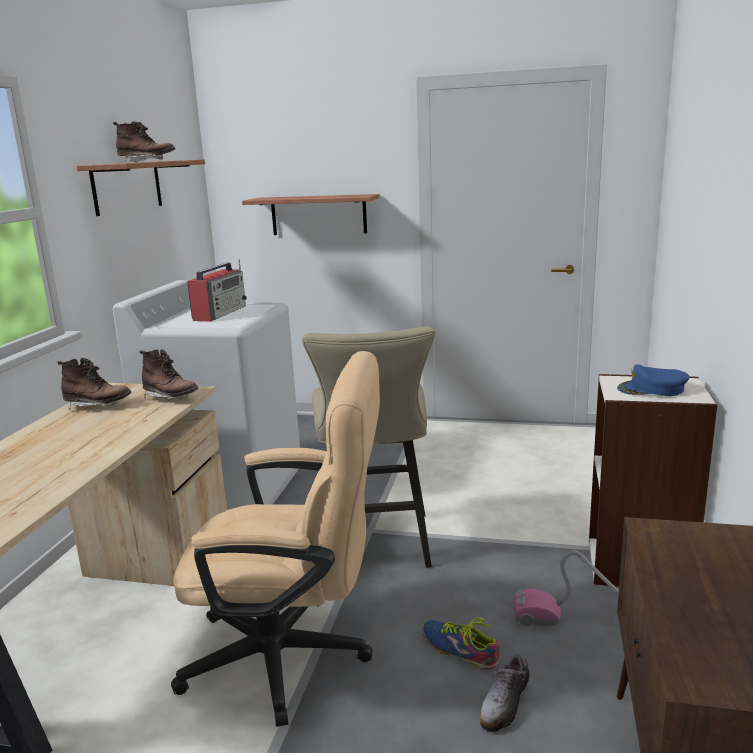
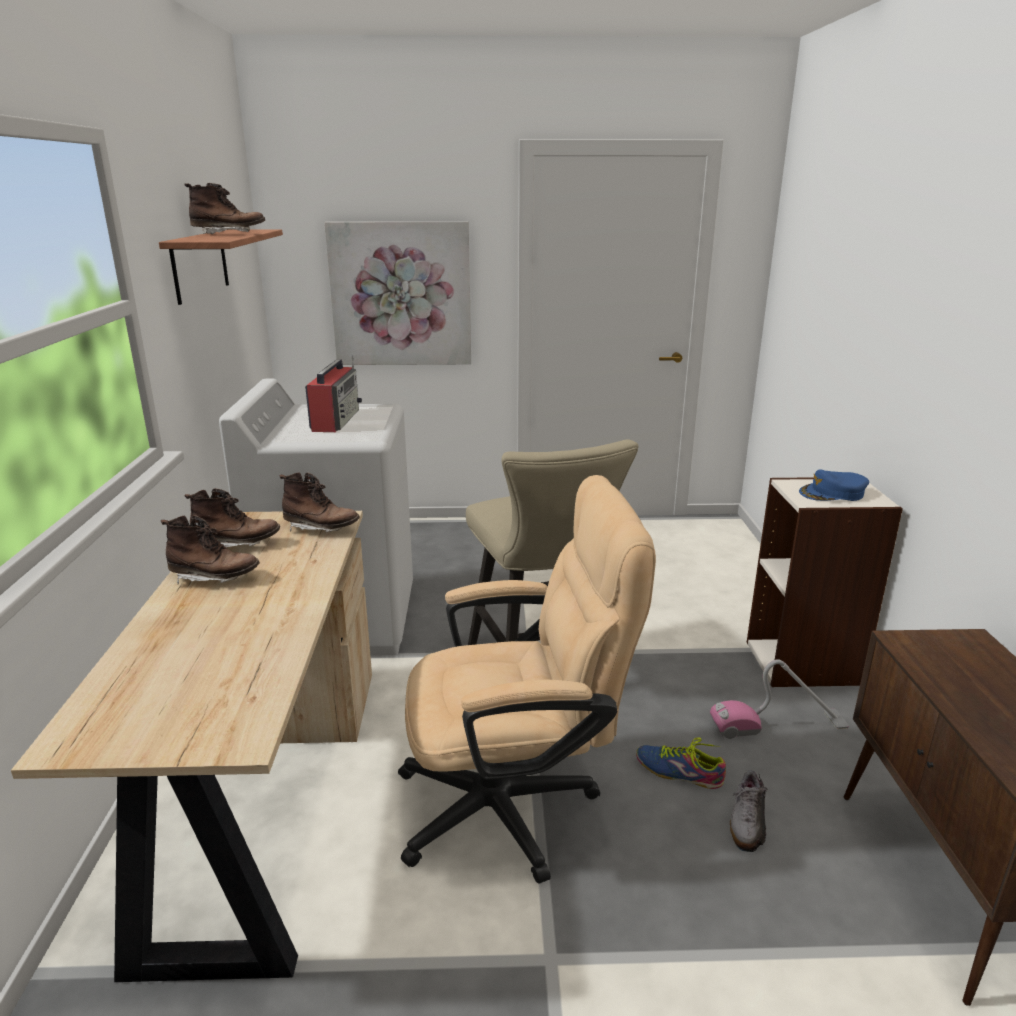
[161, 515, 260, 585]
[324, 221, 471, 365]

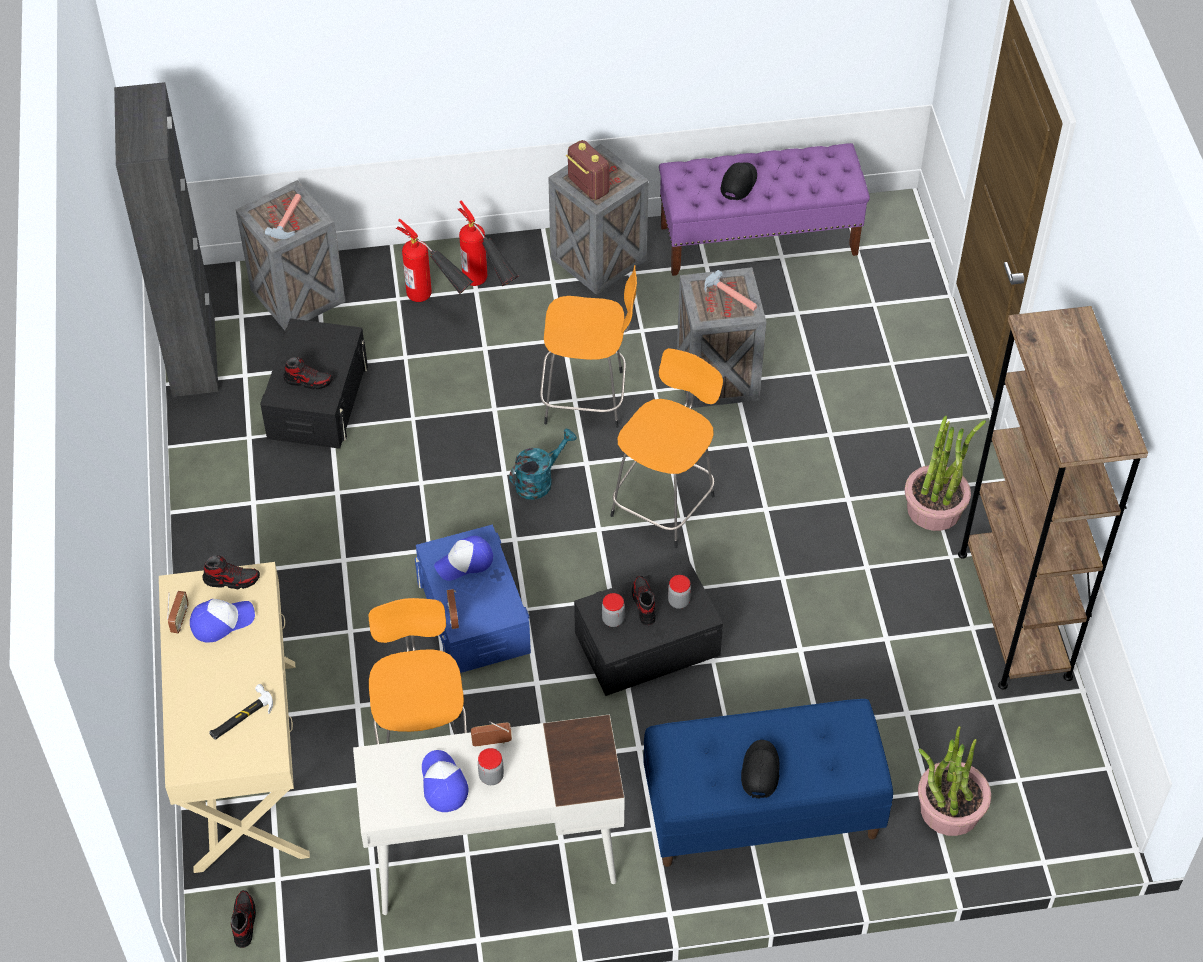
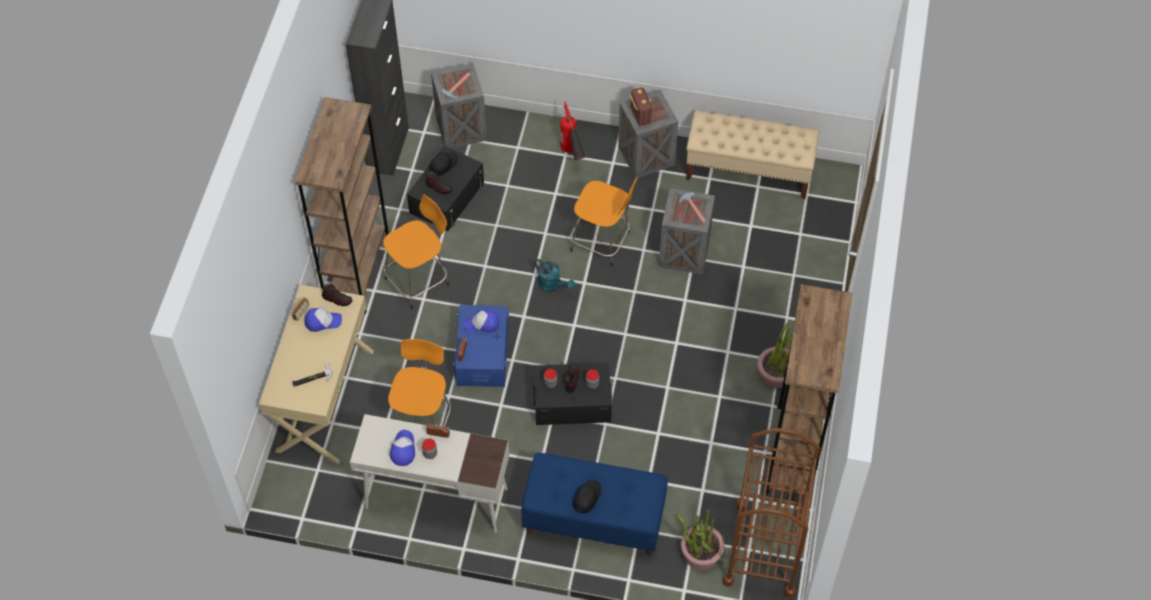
[294, 97, 389, 314]
[383, 195, 449, 309]
[429, 152, 458, 176]
[534, 259, 575, 292]
[686, 110, 820, 199]
[723, 428, 820, 598]
[231, 890, 256, 948] (first image)
[396, 219, 473, 302] (first image)

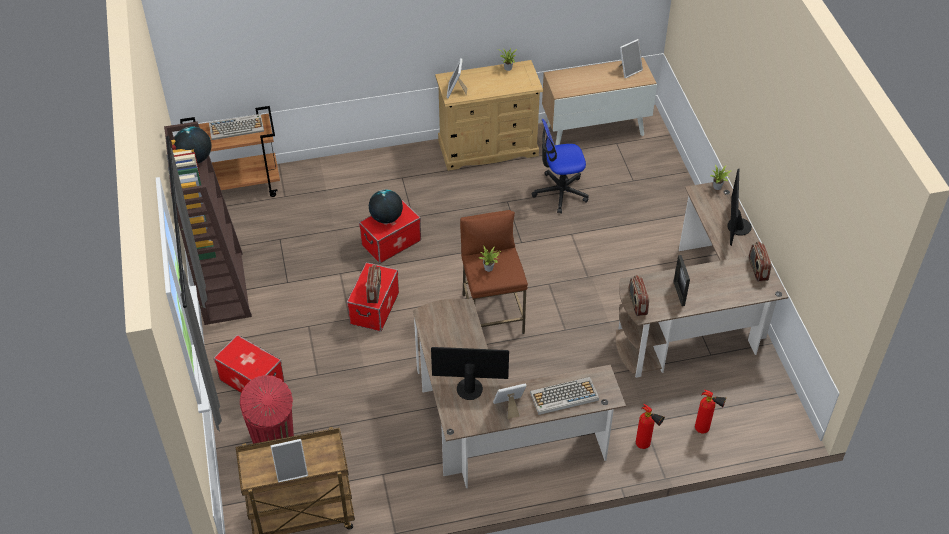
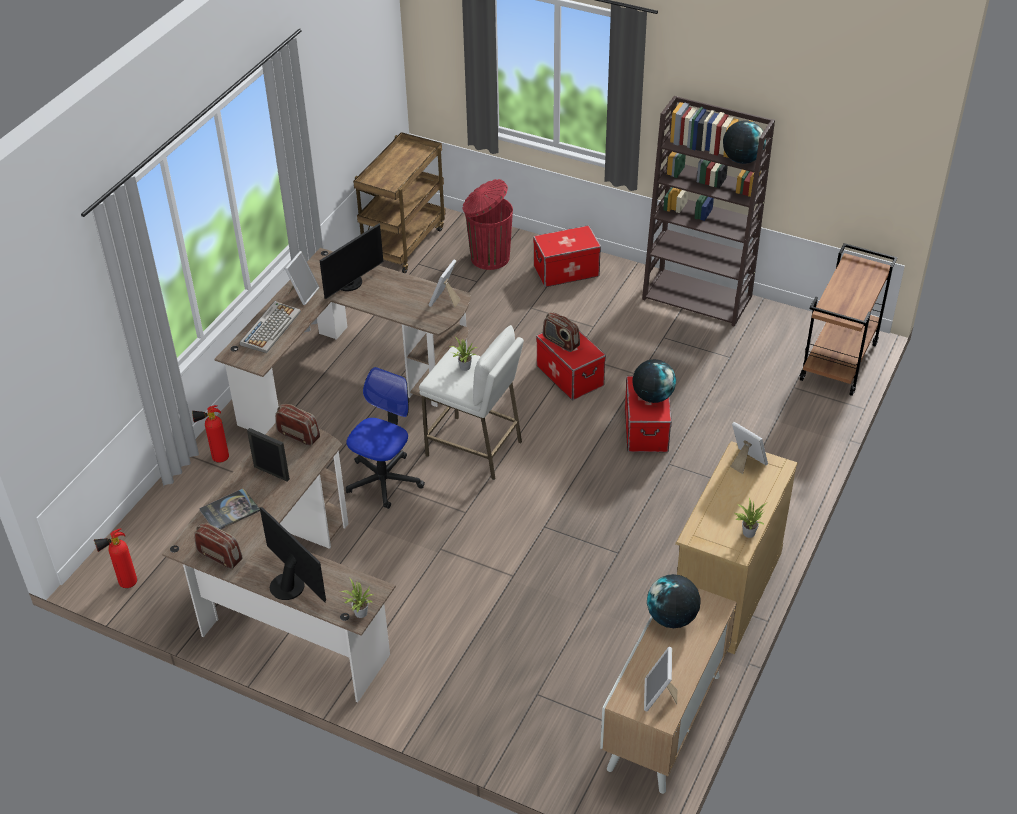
[94, 529, 137, 588]
[199, 488, 260, 530]
[346, 367, 425, 509]
[419, 325, 524, 480]
[429, 259, 461, 308]
[647, 574, 701, 628]
[209, 114, 264, 140] (first image)

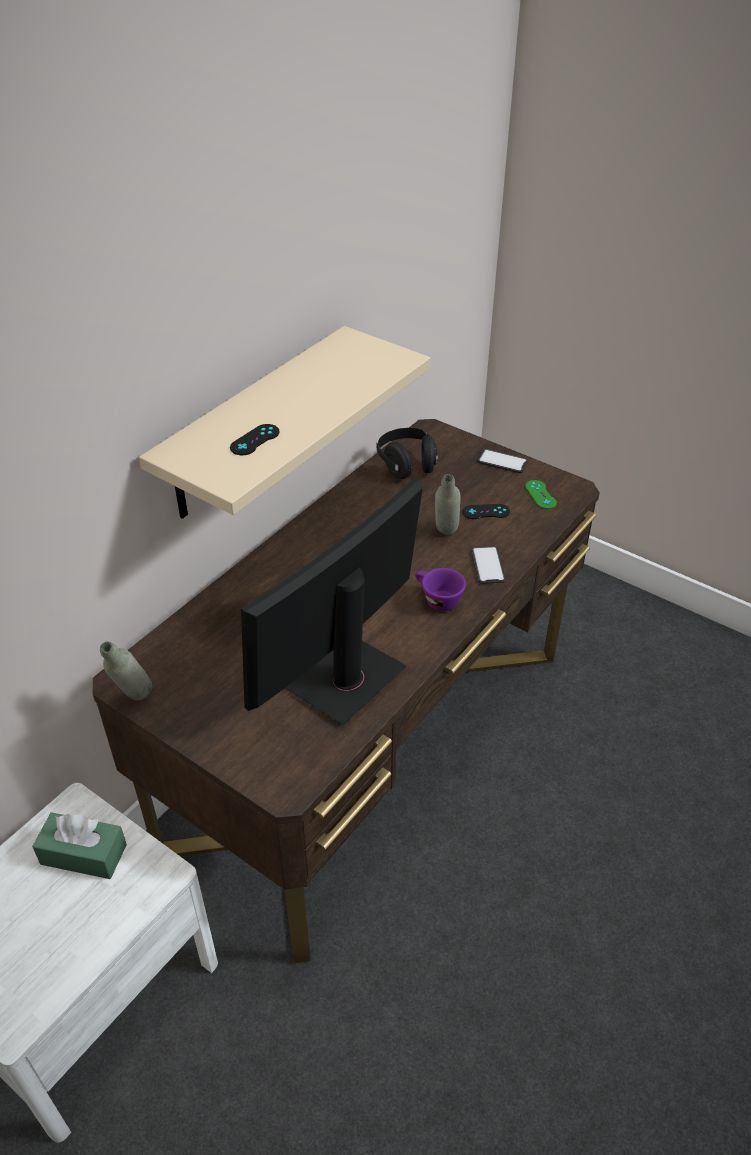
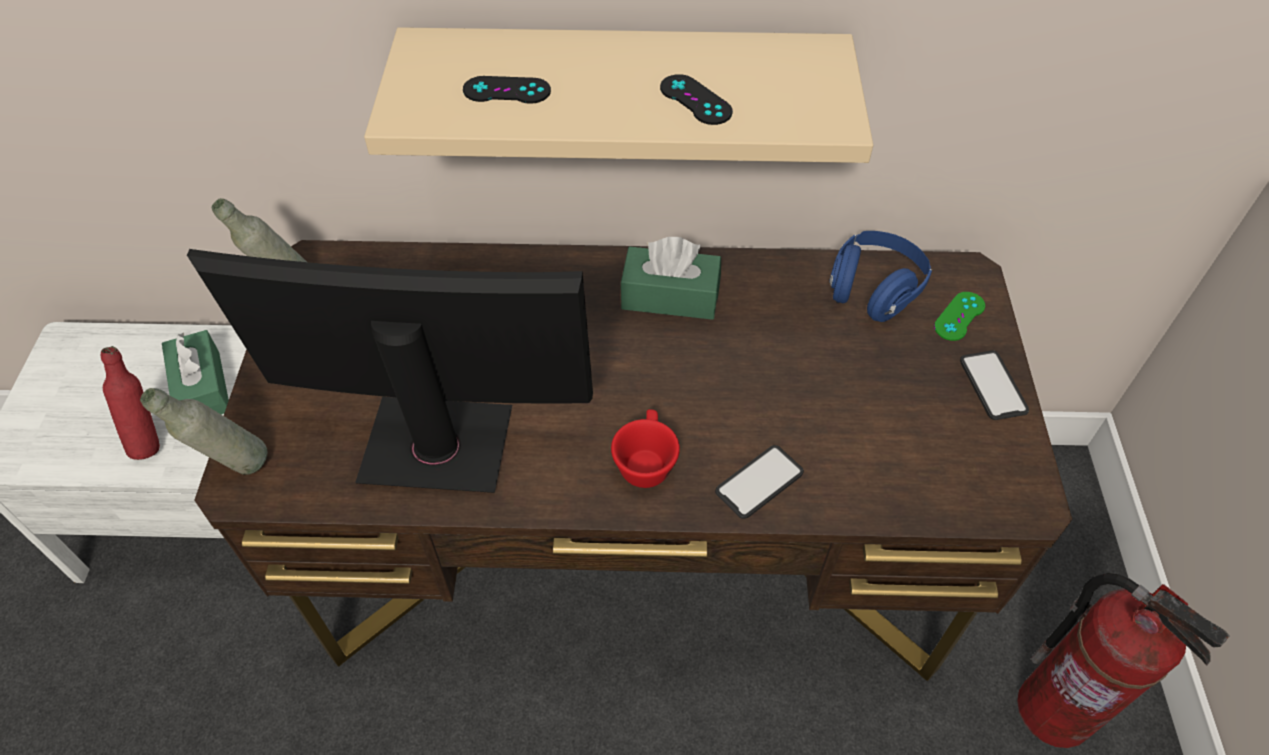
[101, 346, 160, 460]
[140, 388, 268, 475]
[611, 409, 680, 488]
[620, 237, 721, 320]
[660, 74, 733, 125]
[829, 231, 932, 322]
[934, 292, 985, 341]
[1017, 573, 1230, 748]

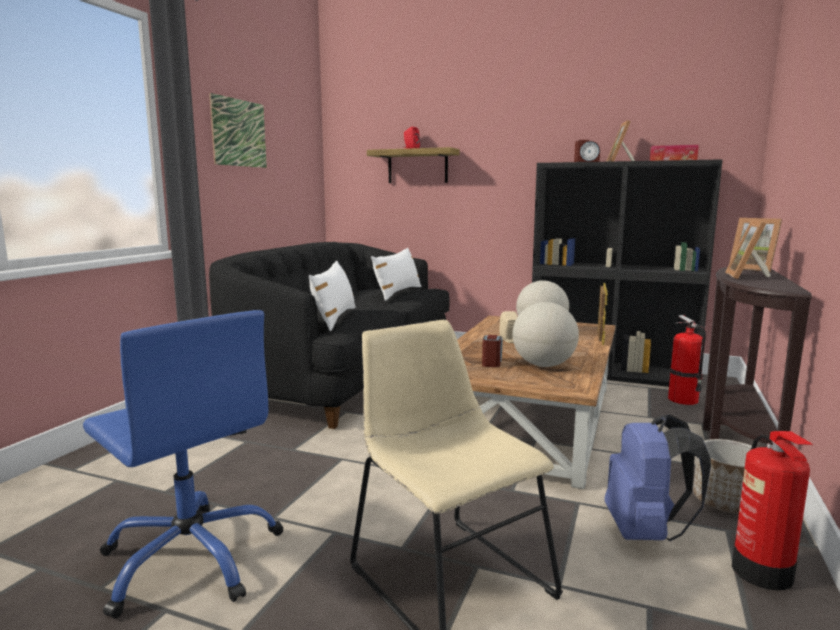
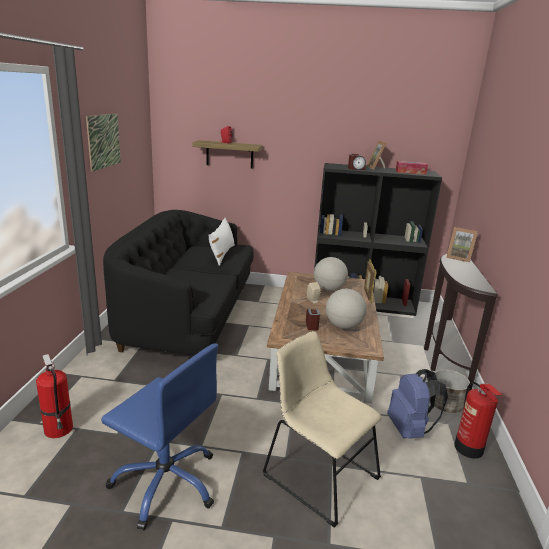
[36, 354, 73, 438]
[309, 261, 356, 331] (first image)
[725, 220, 771, 279] (first image)

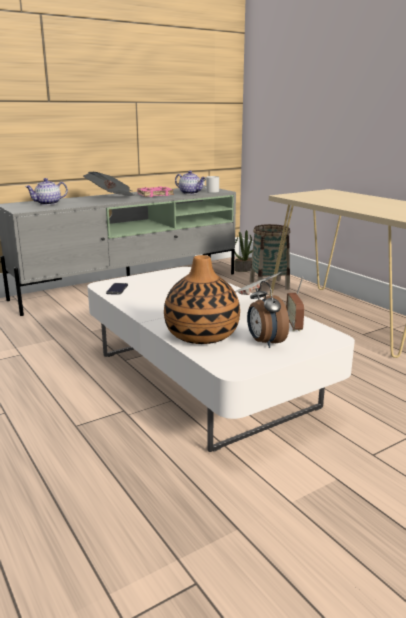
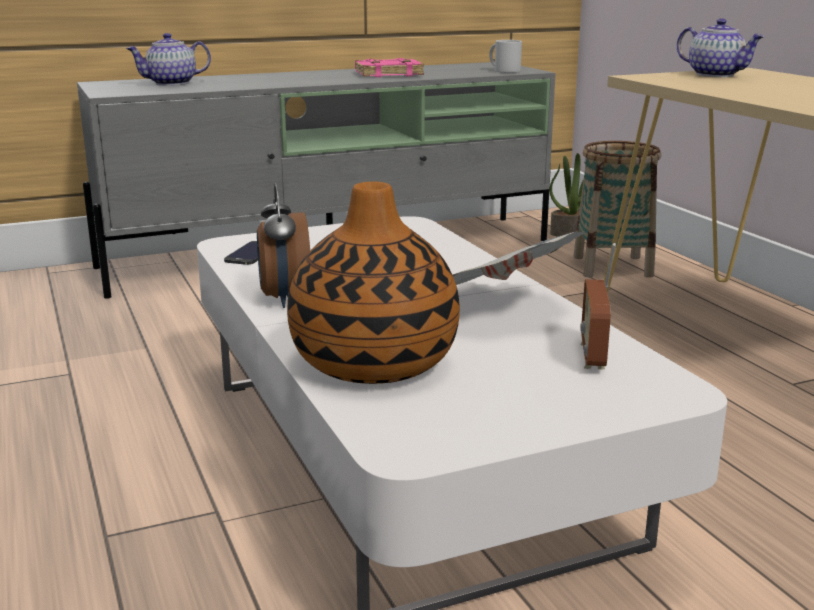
[257, 183, 310, 308]
[677, 18, 765, 77]
[83, 172, 134, 196] (first image)

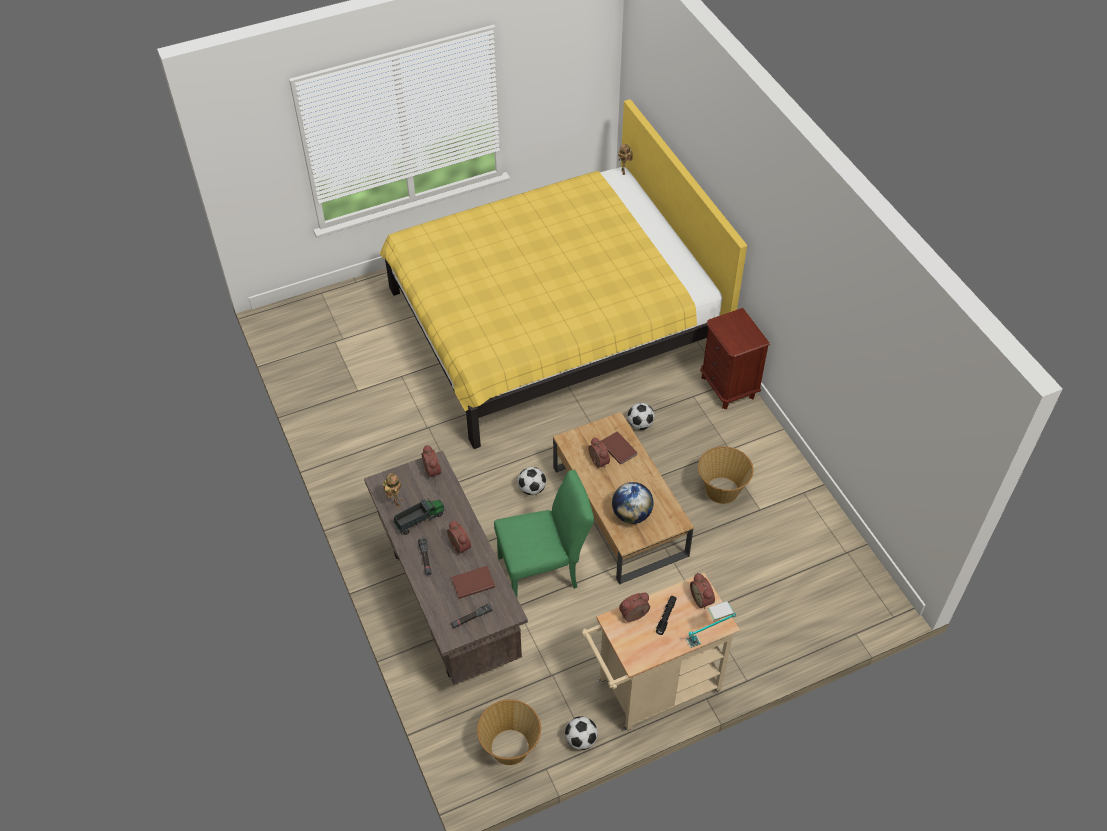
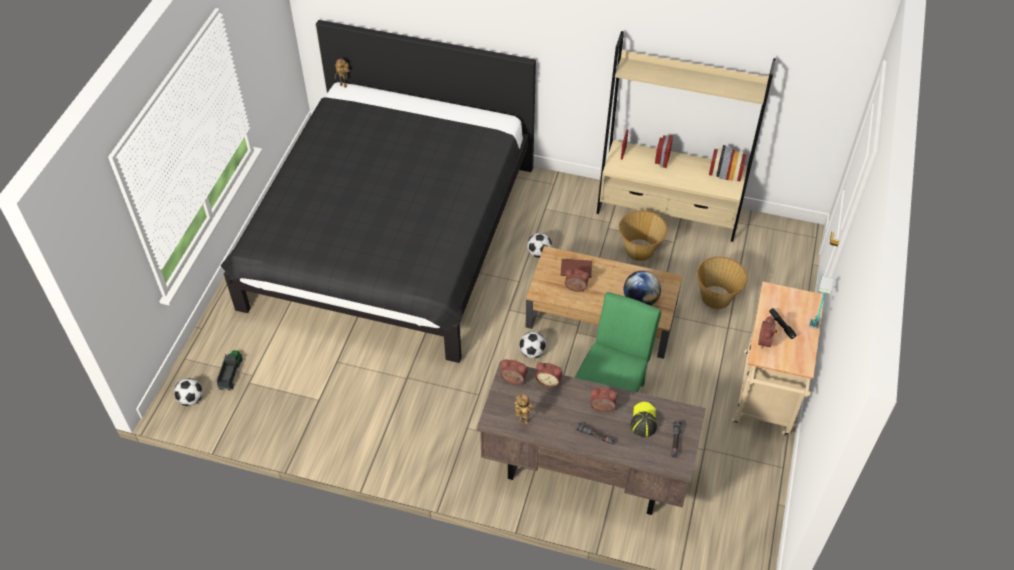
[174, 378, 203, 406]
[217, 350, 242, 391]
[220, 20, 536, 363]
[535, 363, 563, 388]
[596, 31, 776, 242]
[630, 402, 657, 437]
[697, 257, 747, 309]
[700, 308, 770, 409] (first image)

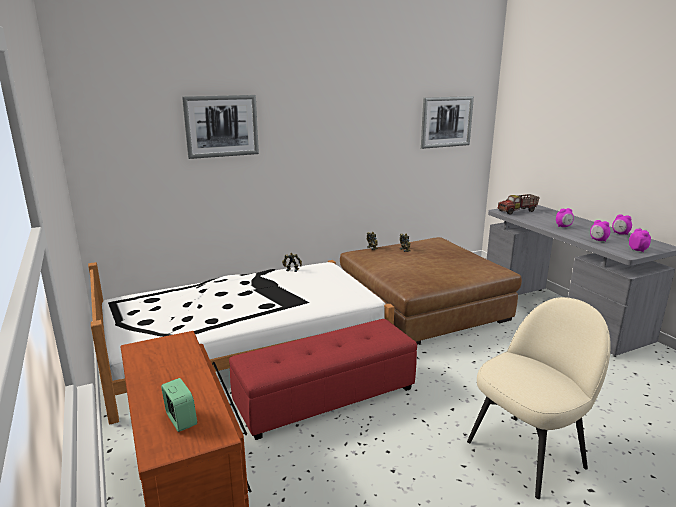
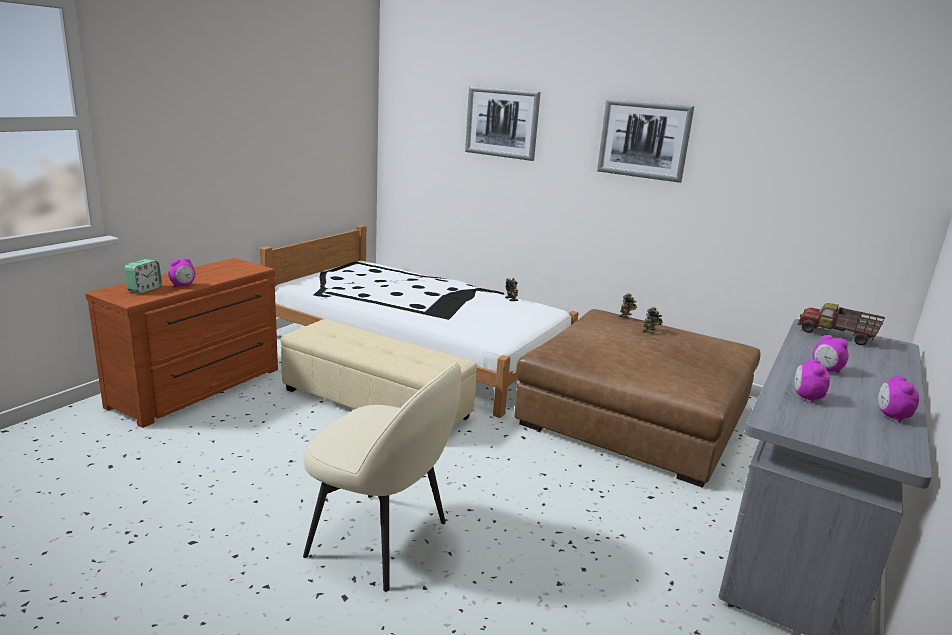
[168, 258, 195, 287]
[281, 319, 477, 426]
[597, 99, 694, 183]

